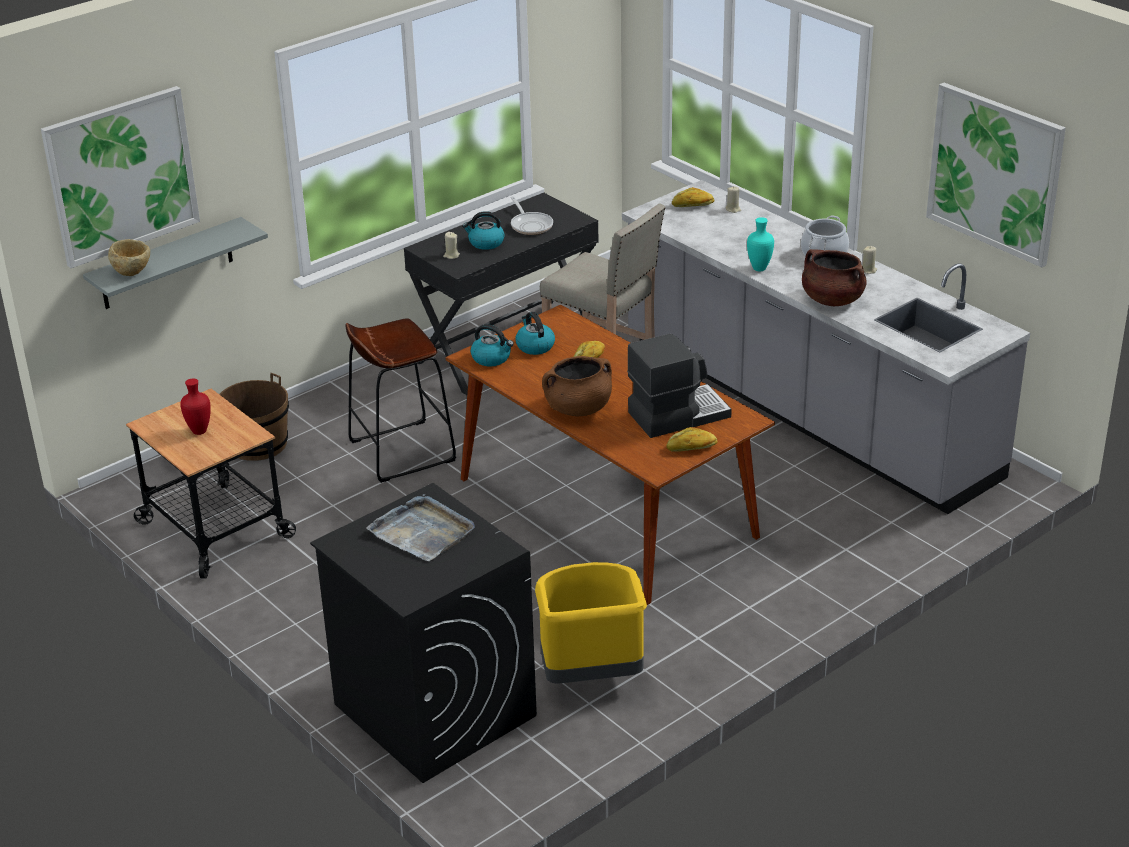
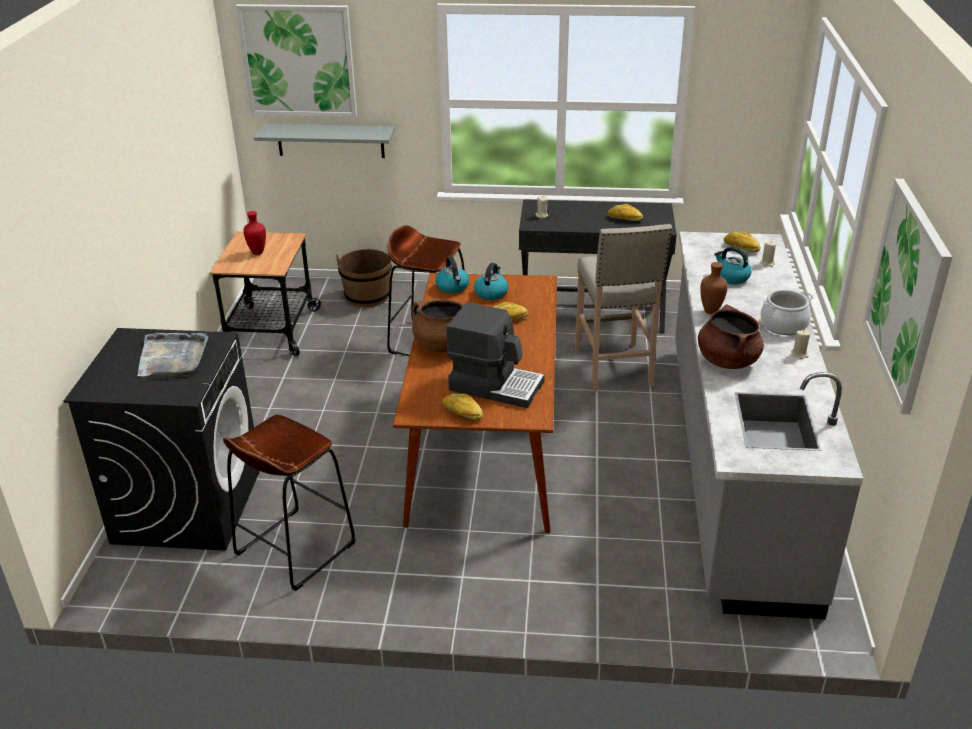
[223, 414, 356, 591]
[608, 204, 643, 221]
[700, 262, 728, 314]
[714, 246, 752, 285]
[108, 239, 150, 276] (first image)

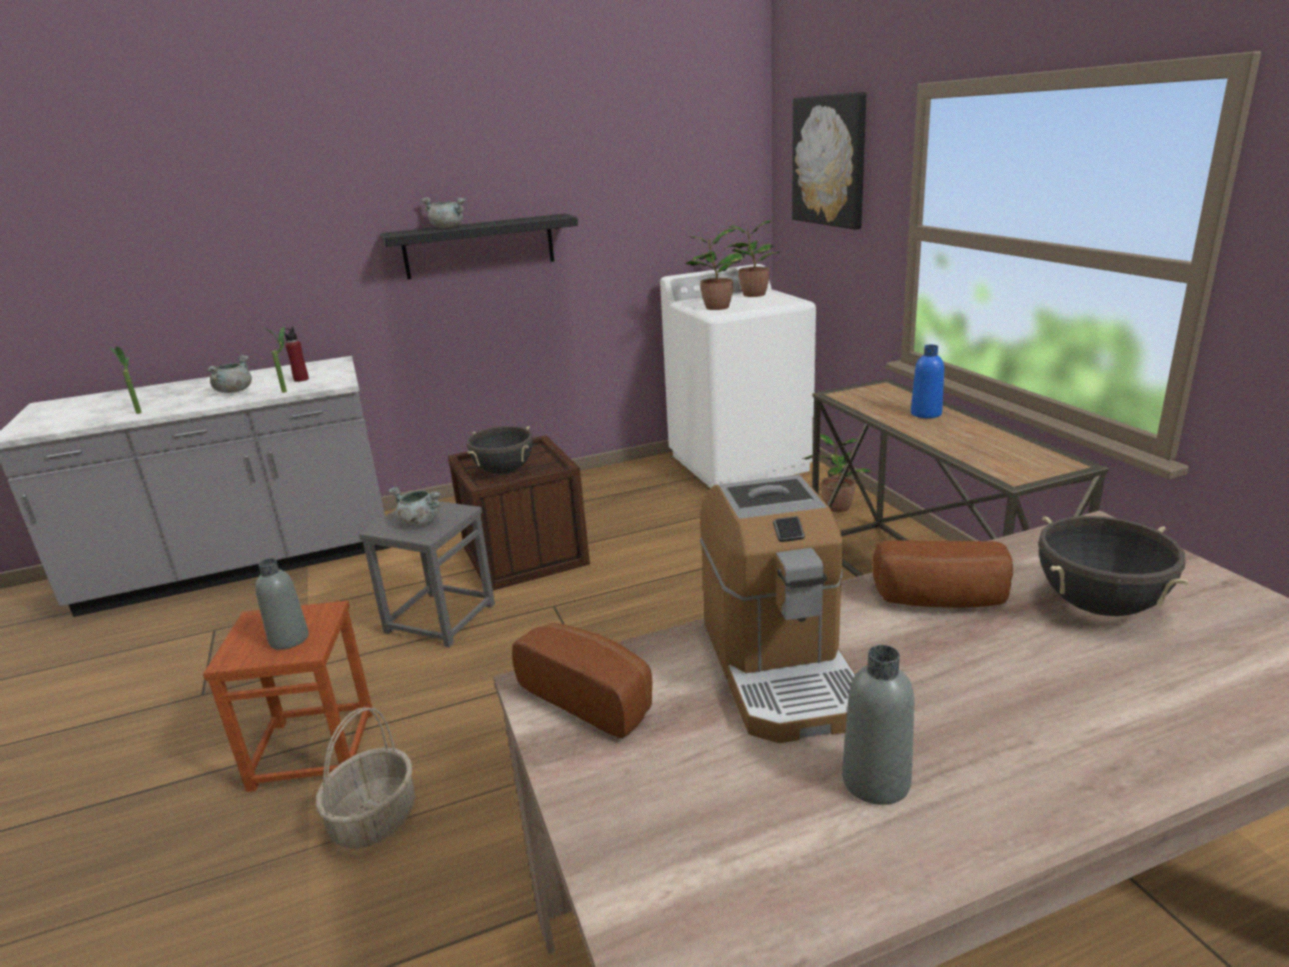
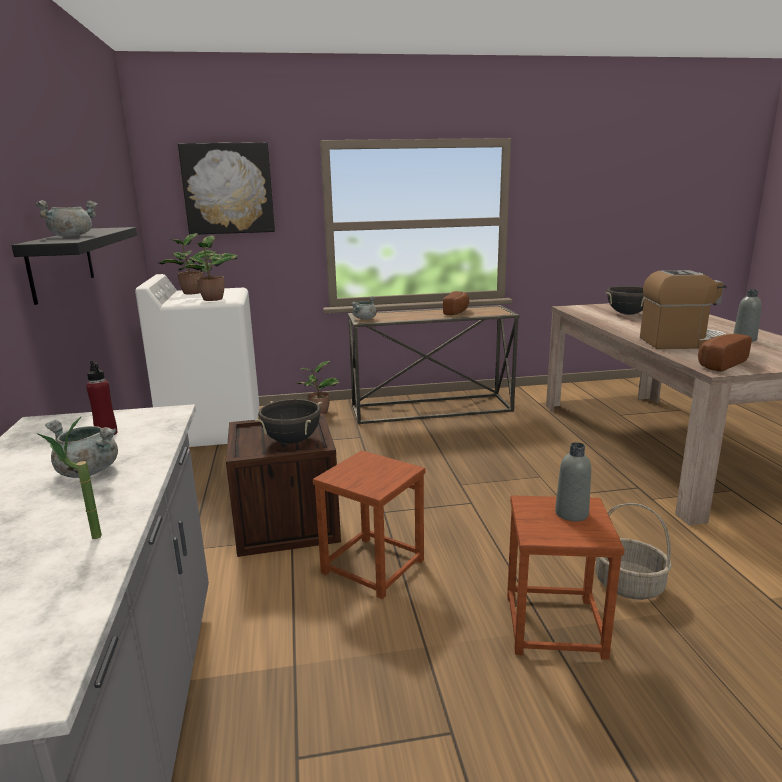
[313, 450, 426, 599]
[351, 296, 377, 320]
[443, 291, 469, 315]
[265, 327, 287, 393] (first image)
[911, 345, 944, 418] (first image)

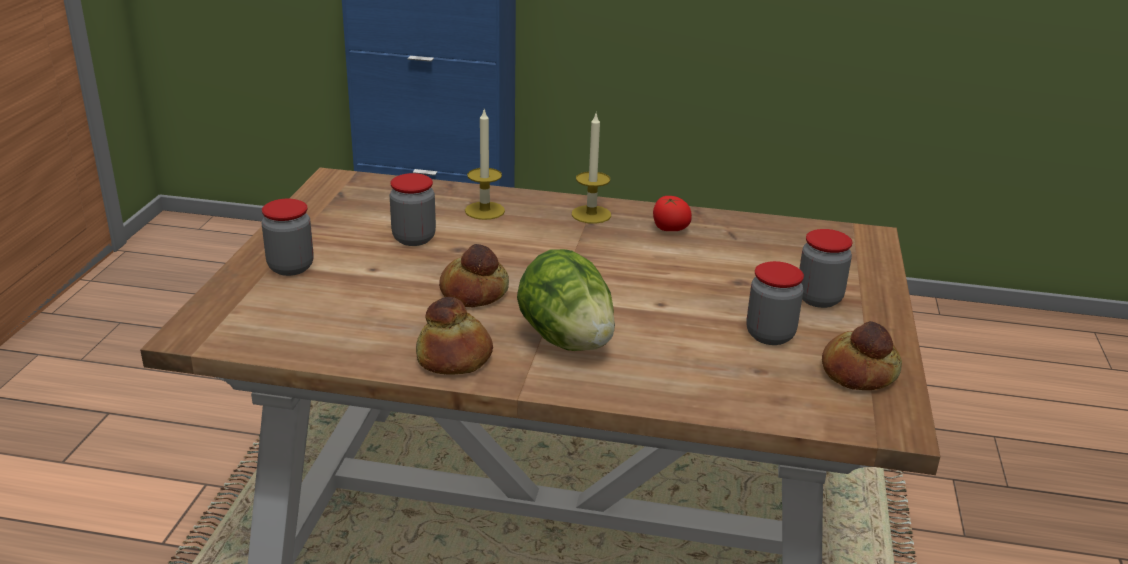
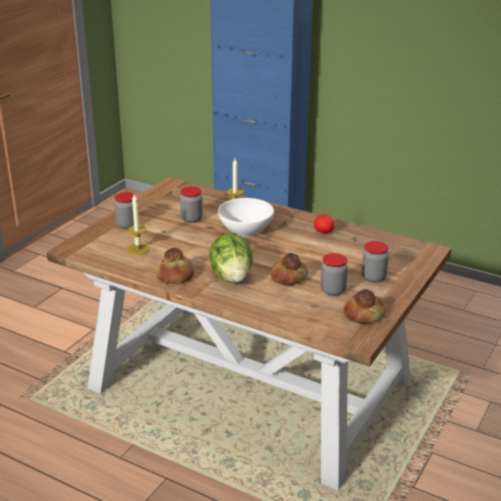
[127, 194, 150, 255]
[218, 198, 274, 237]
[271, 253, 308, 285]

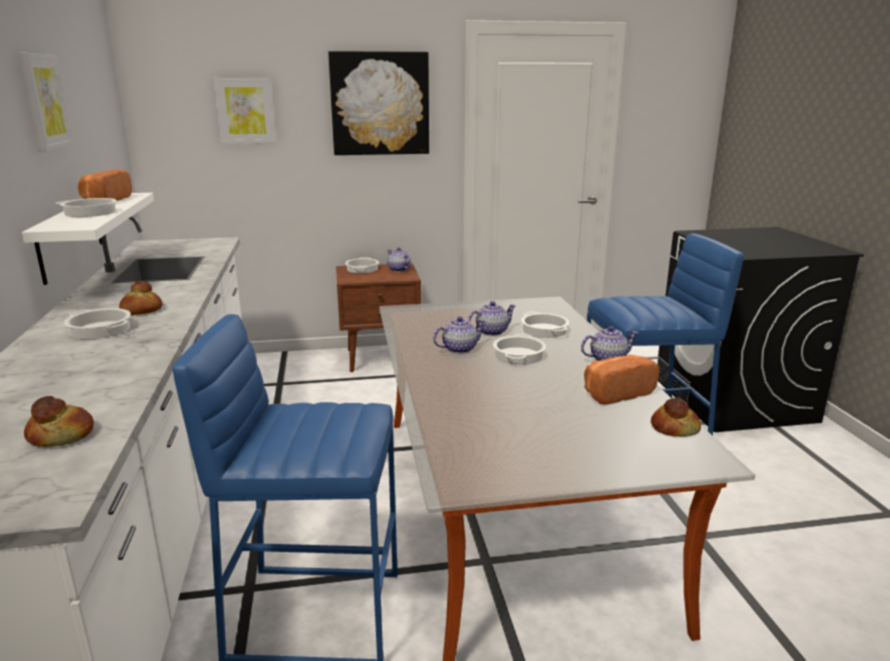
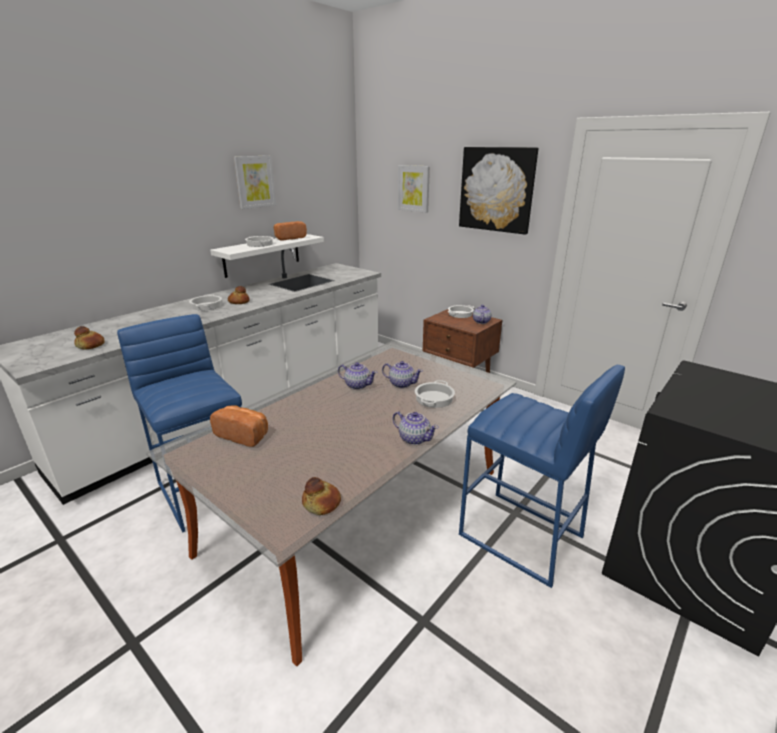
[210, 405, 268, 447]
[493, 334, 546, 365] (first image)

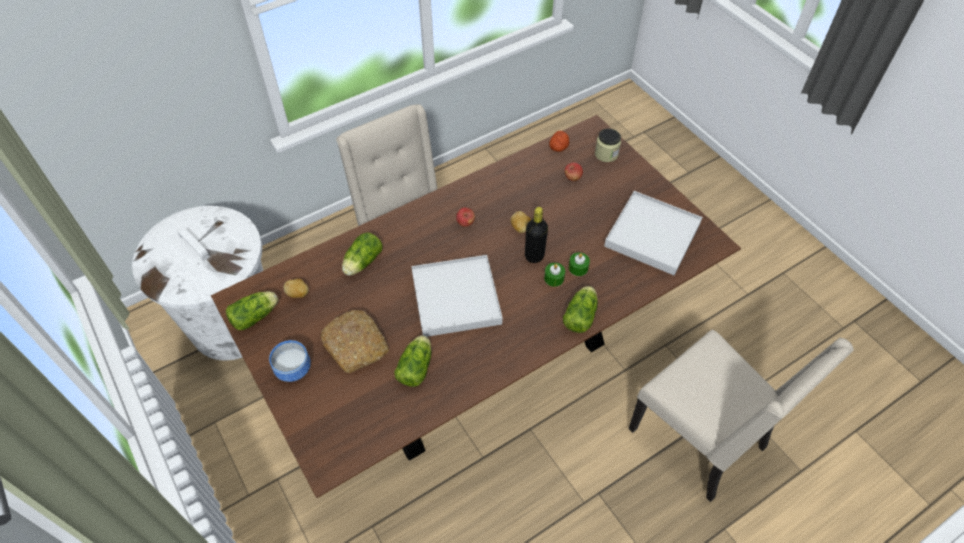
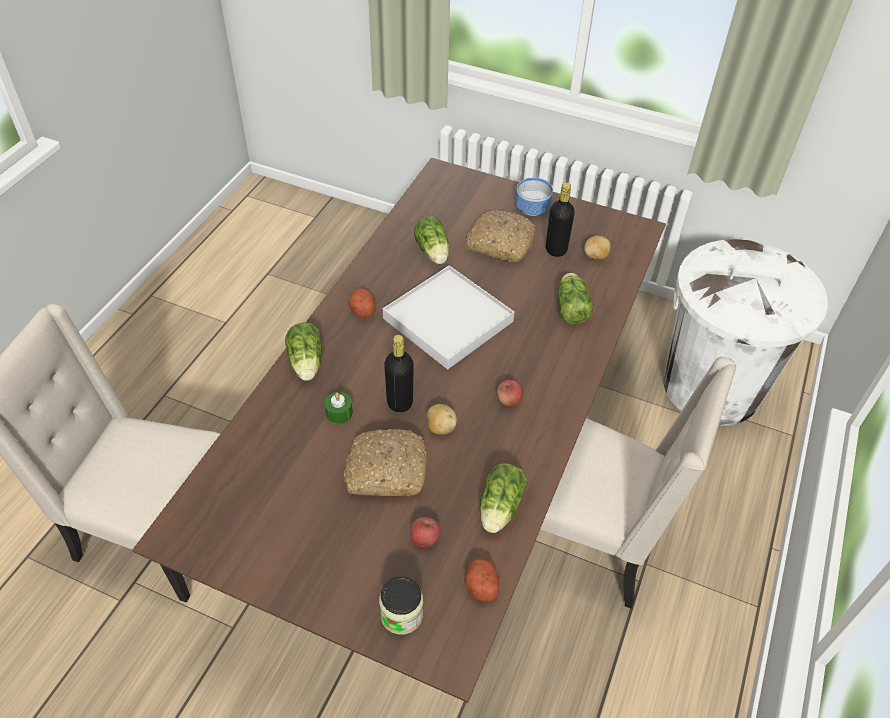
[344, 429, 427, 496]
[348, 289, 375, 317]
[480, 463, 528, 533]
[546, 182, 575, 257]
[544, 263, 565, 287] (first image)
[604, 191, 702, 275] (first image)

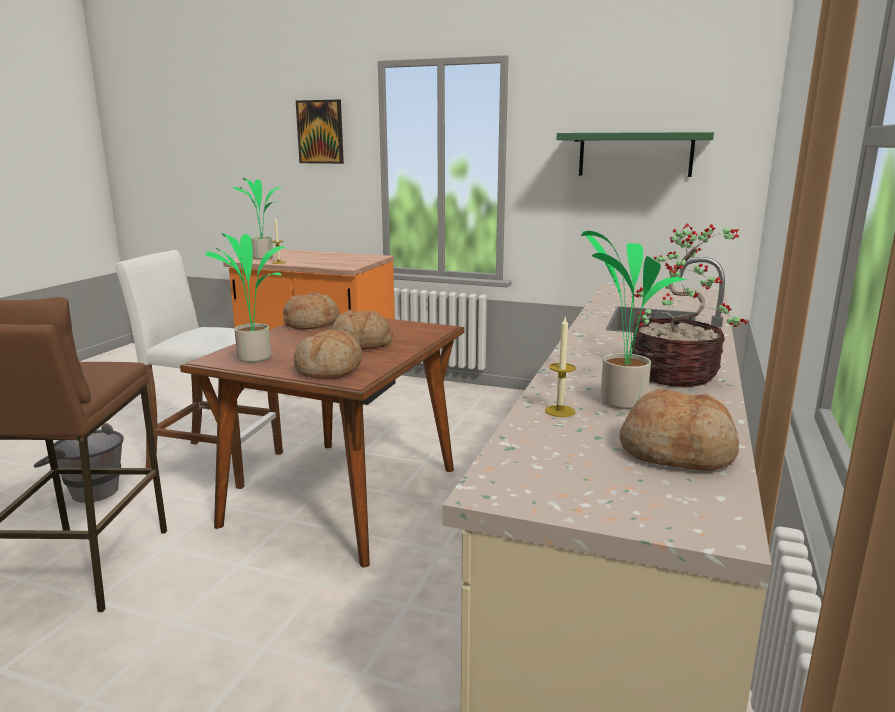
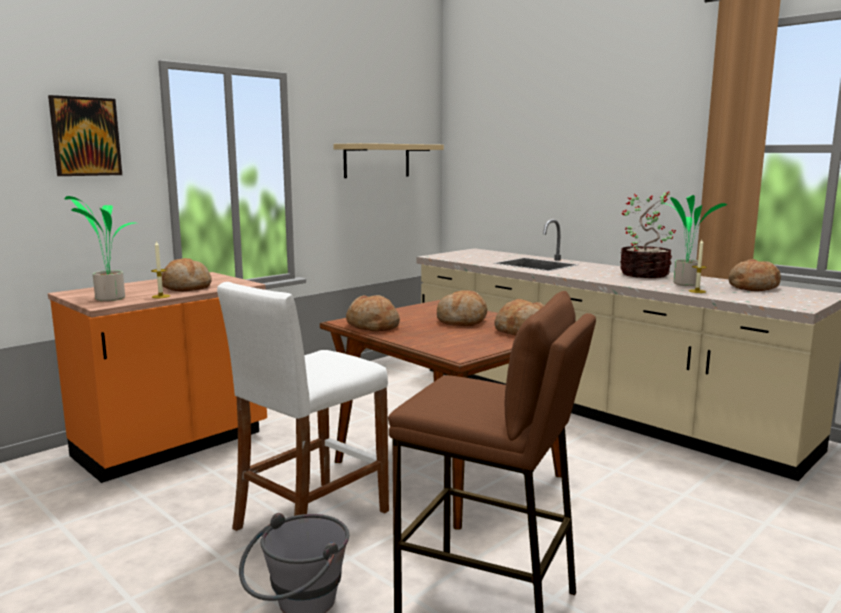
[162, 258, 212, 291]
[333, 143, 444, 178]
[205, 233, 285, 362] (first image)

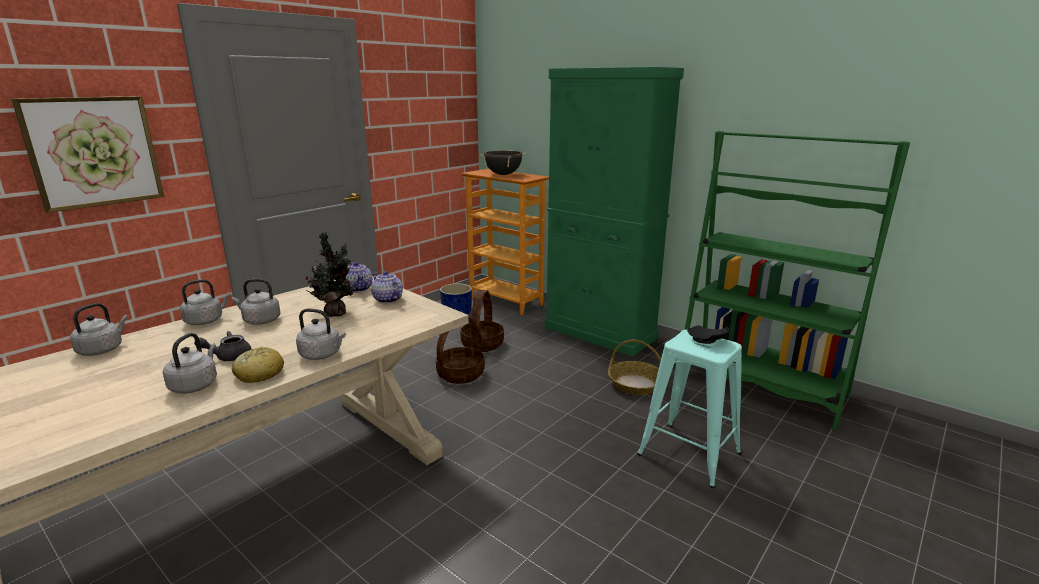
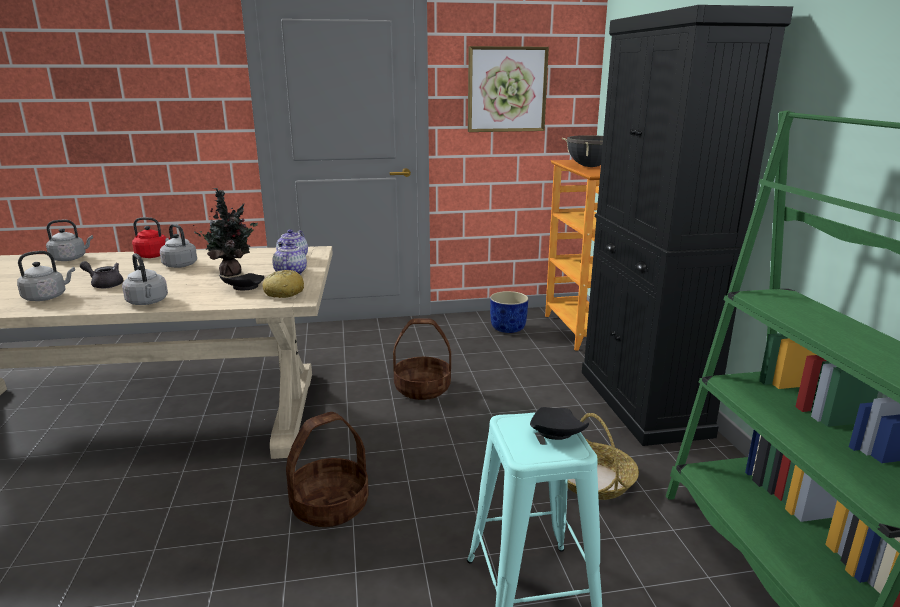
[132, 217, 170, 258]
[219, 273, 265, 291]
[263, 270, 304, 298]
[286, 412, 369, 527]
[468, 46, 549, 132]
[582, 5, 793, 446]

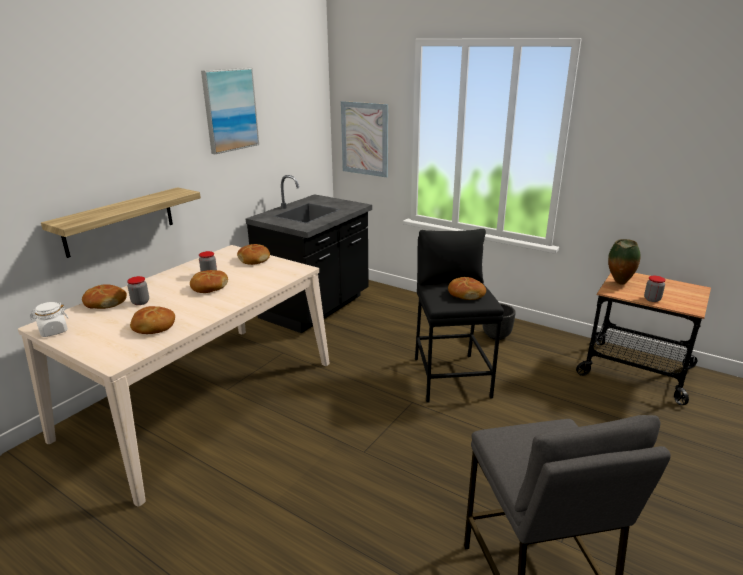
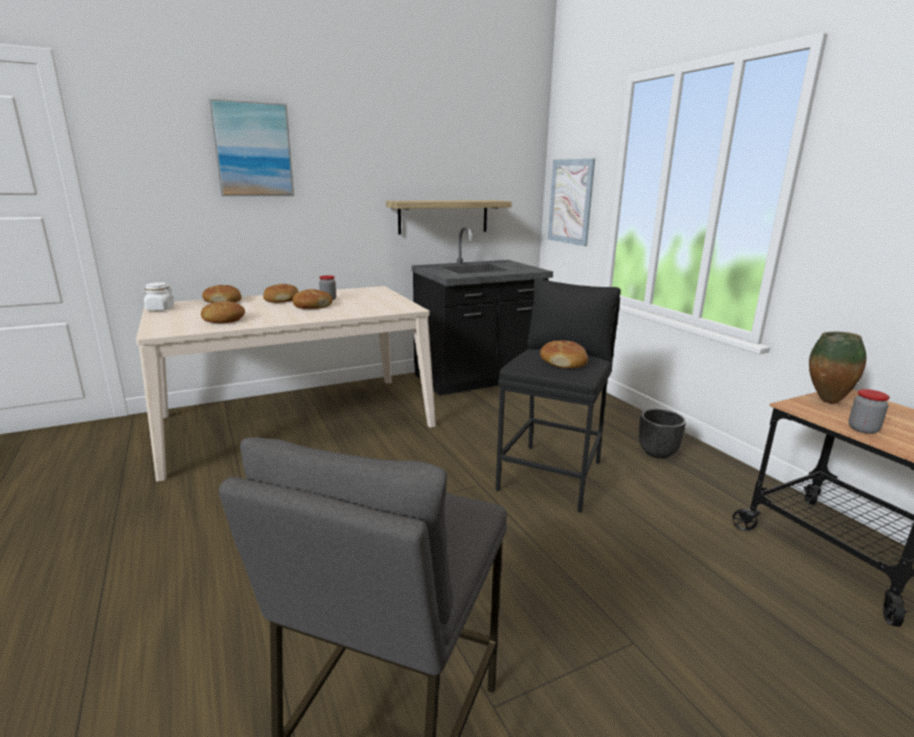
[209, 99, 294, 196]
[263, 284, 299, 303]
[386, 200, 512, 234]
[127, 276, 149, 305] (first image)

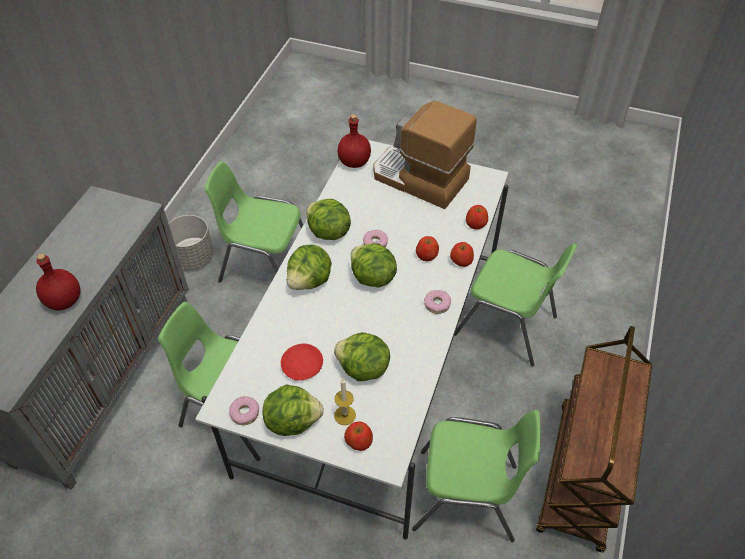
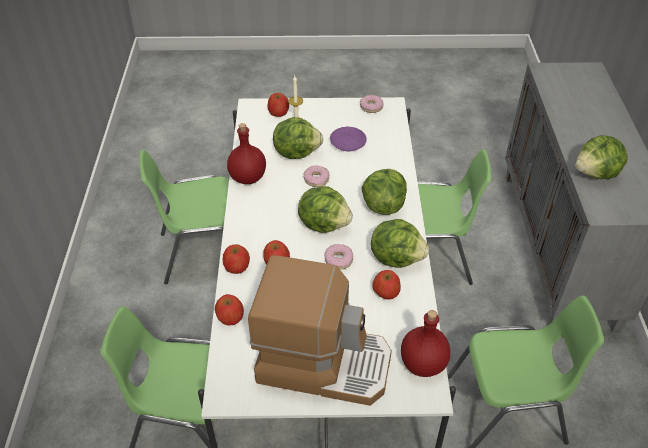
[227, 123, 266, 184]
[303, 165, 330, 187]
[330, 127, 367, 151]
[372, 270, 401, 300]
[575, 135, 628, 179]
[168, 215, 213, 269] (first image)
[536, 326, 652, 553] (first image)

